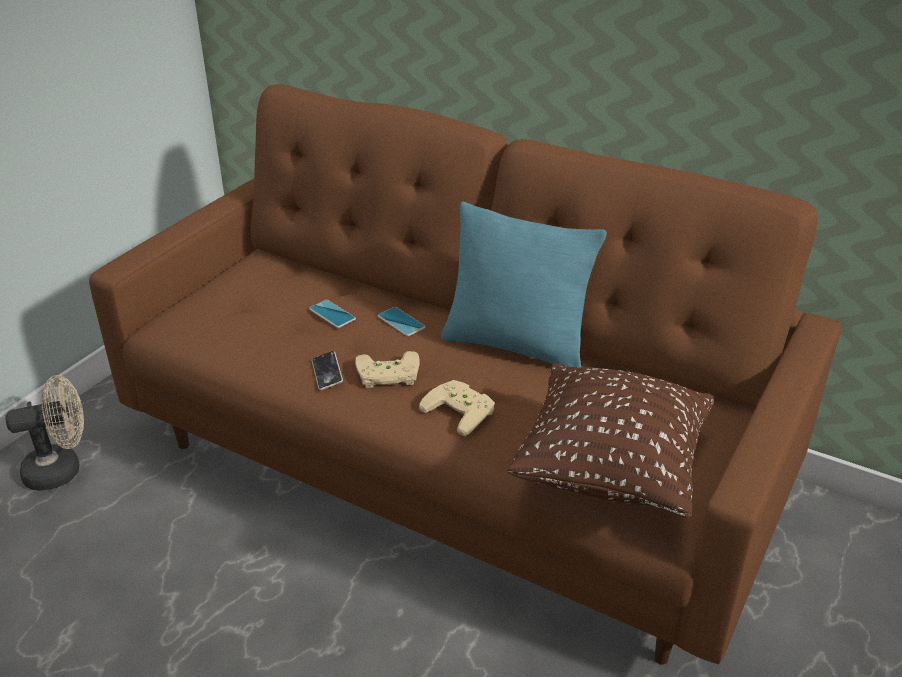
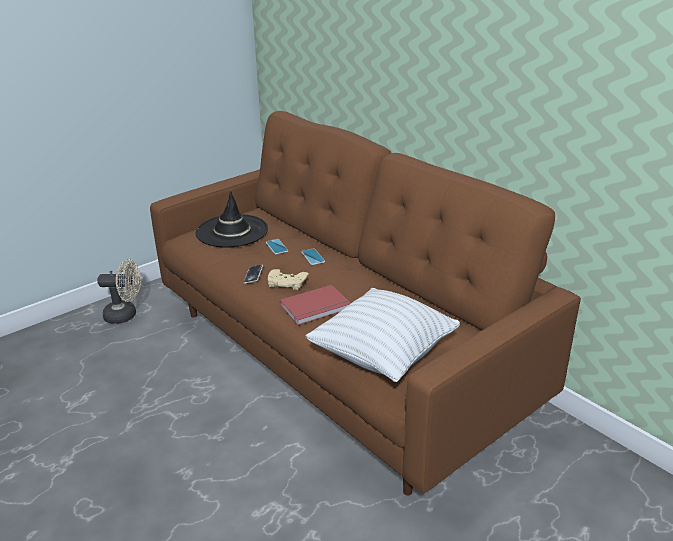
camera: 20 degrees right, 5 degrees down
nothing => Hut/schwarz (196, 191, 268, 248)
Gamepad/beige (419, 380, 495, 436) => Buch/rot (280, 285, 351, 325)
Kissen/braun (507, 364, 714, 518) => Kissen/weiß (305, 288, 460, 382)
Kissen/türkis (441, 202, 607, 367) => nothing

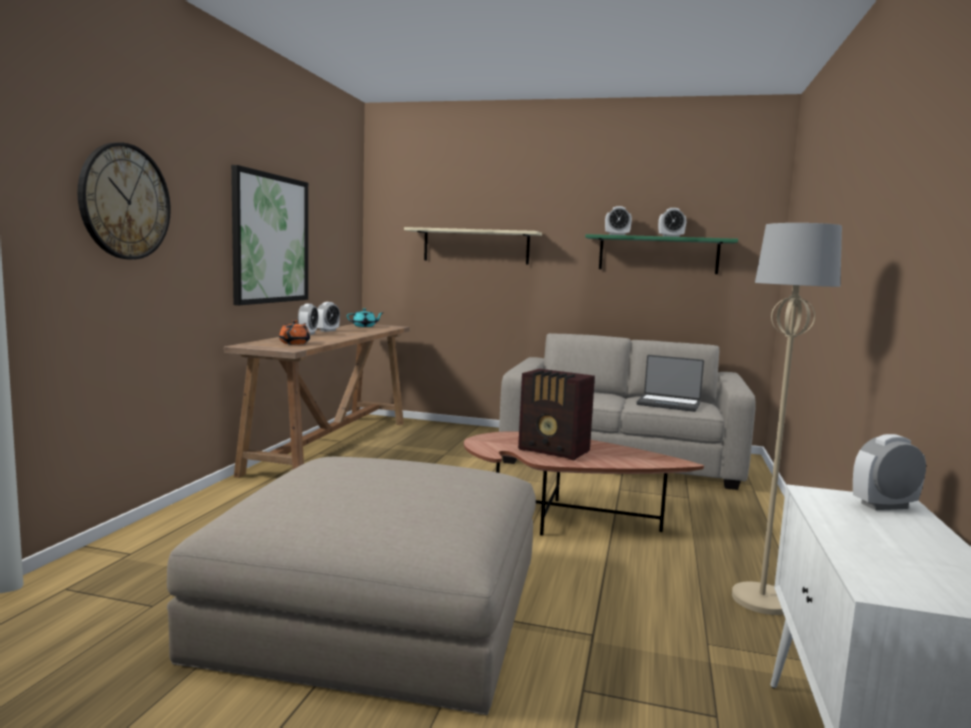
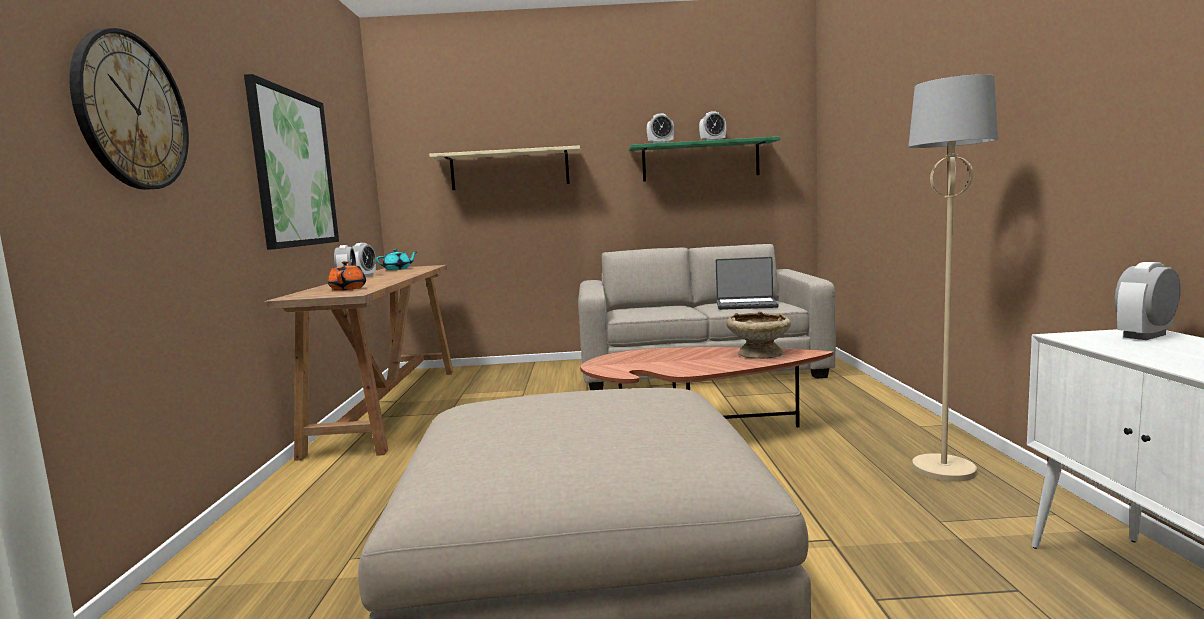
camera: 15 degrees left, 0 degrees up
nothing => Schüssel/beige (726, 311, 791, 359)
Radio (518, 369, 595, 460) => nothing

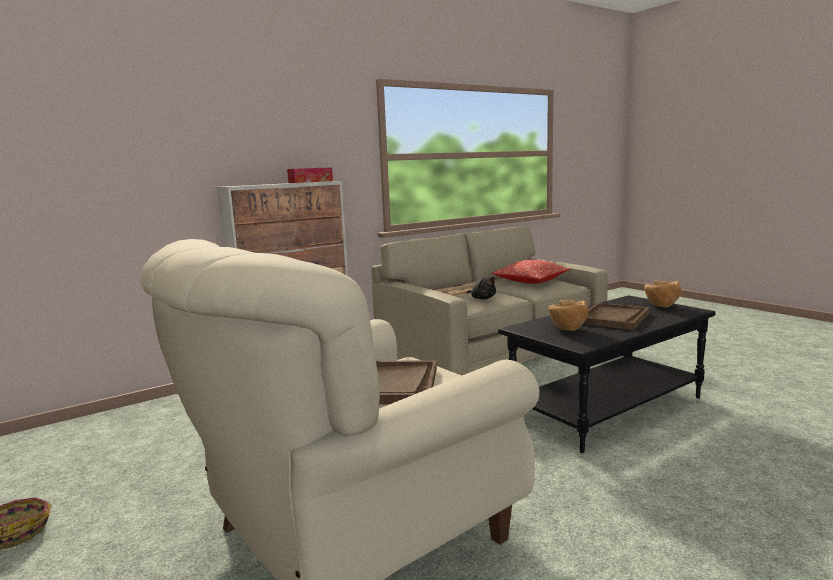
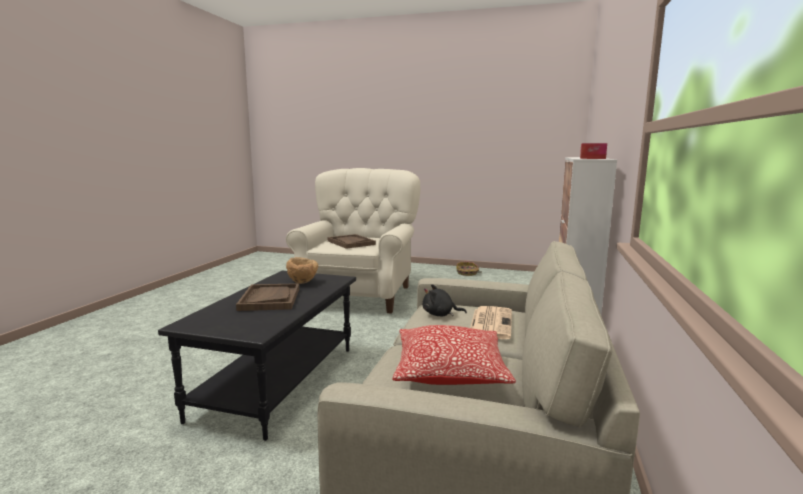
camera: 140 degrees right, 0 degrees up
Schüssel/braun (644, 281, 681, 308) => nothing

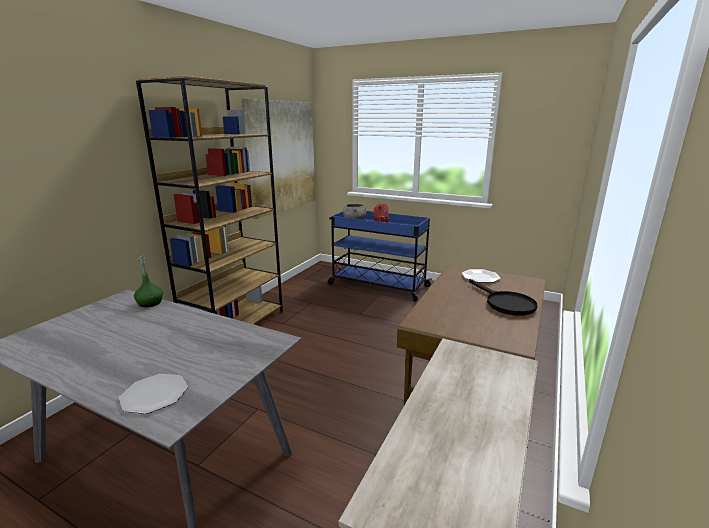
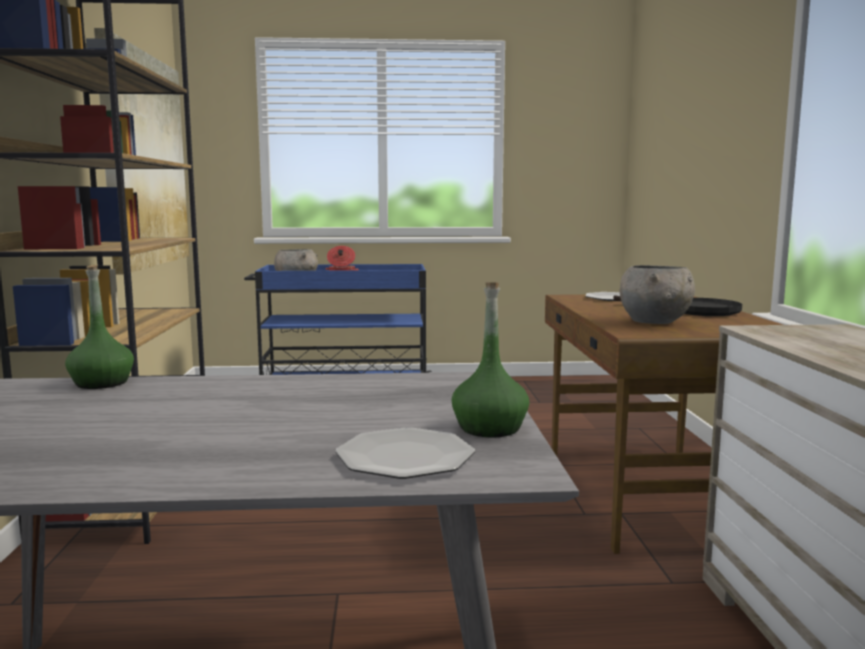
camera: 30 degrees left, 10 degrees down
nothing => Flasche/grün (452, 282, 529, 437)
nothing => Schüssel/grau (619, 265, 695, 324)

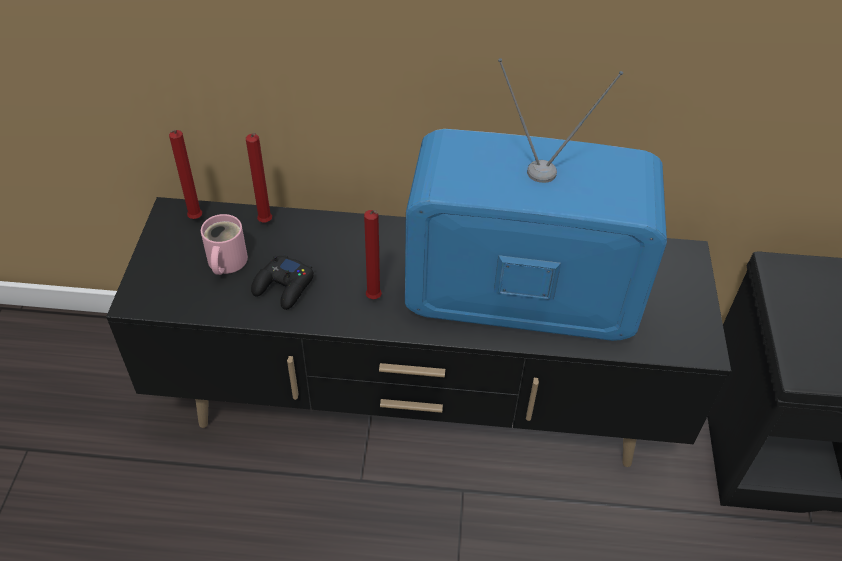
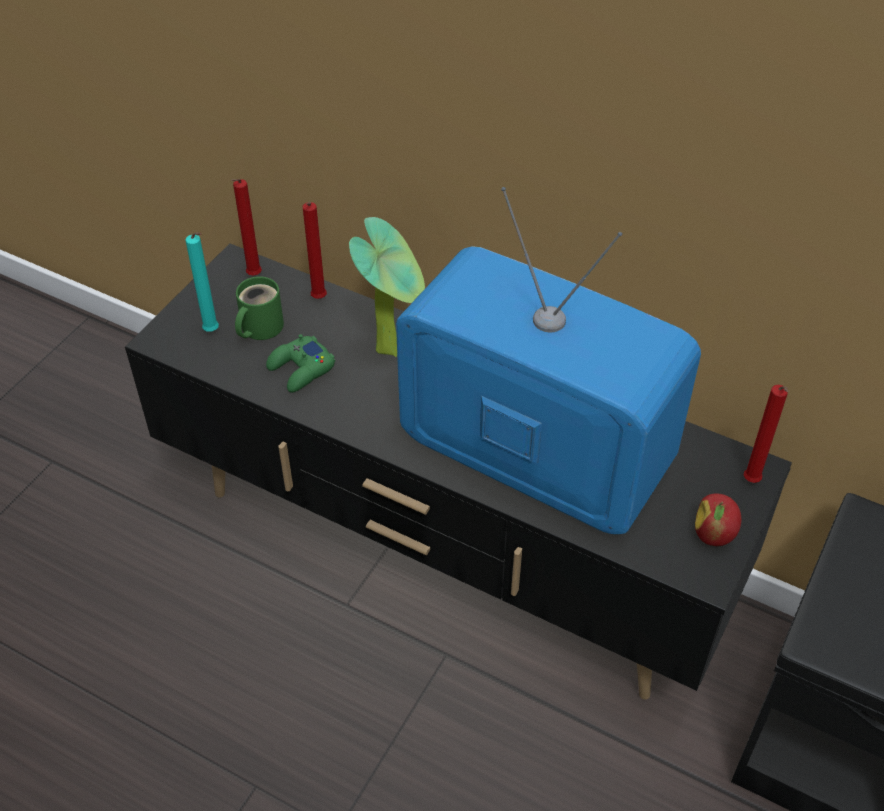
camera: 25 degrees right, 0 degrees up
nothing => Kerze/türkis (185, 232, 219, 332)
Henkelbecher/rosa (201, 214, 248, 275) => Henkelbecher/grün (235, 276, 284, 340)
Gamepad/schwarz (251, 254, 314, 310) => Gamepad/grün (266, 334, 335, 393)
nothing => Topfpflanze (349, 217, 425, 357)
nothing => Apfel (695, 493, 741, 546)
Kerze/rot (364, 210, 382, 299) => Kerze/rot (744, 385, 788, 483), shifted

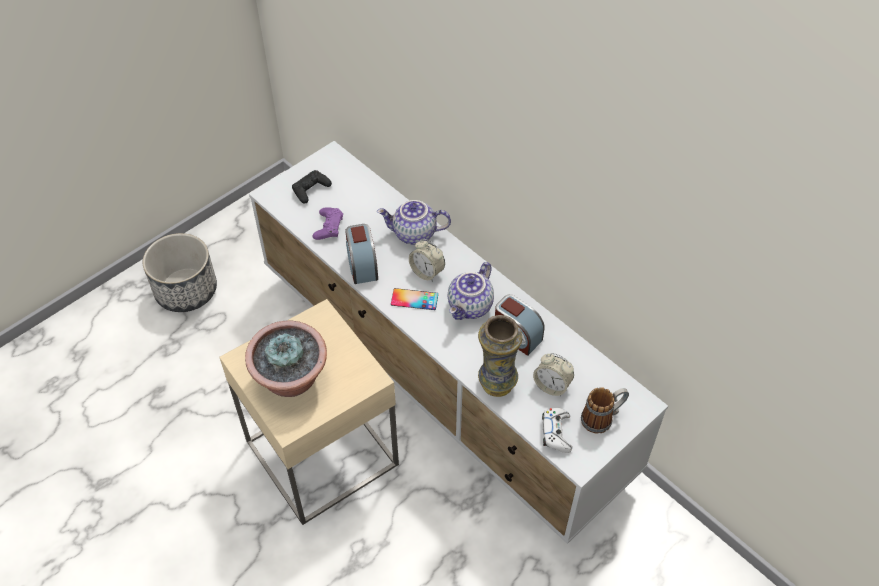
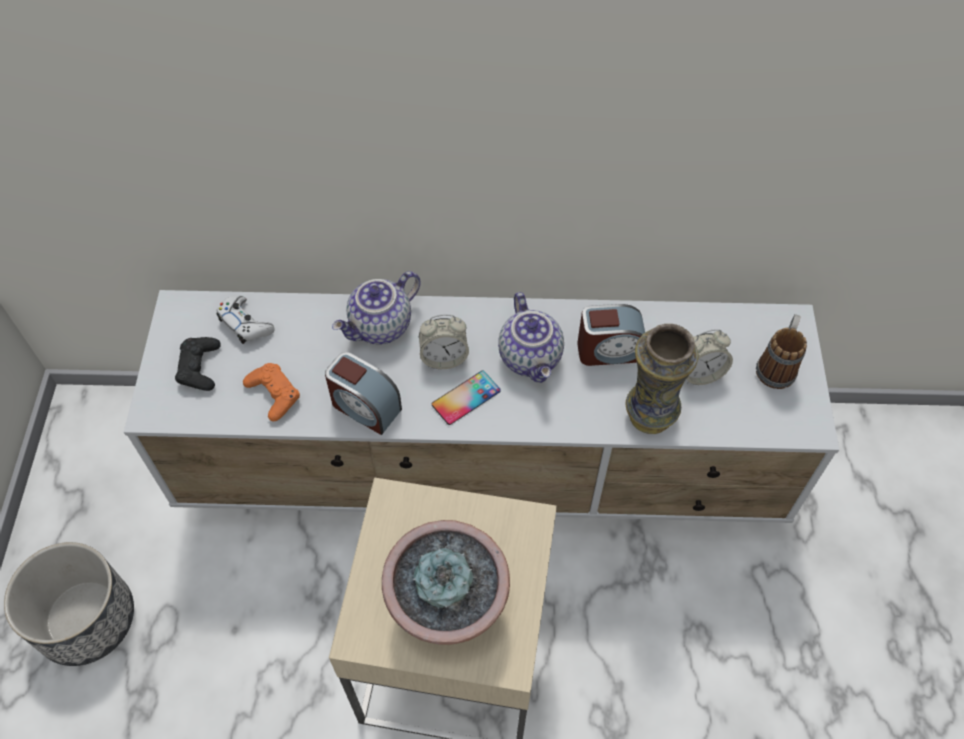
camera: 45 degrees left, 5 degrees up
Gamepad/weiß (542, 408, 572, 453) => Gamepad/weiß (216, 295, 275, 344), shifted
Gamepad/lila (312, 207, 343, 240) => Gamepad/orange (243, 363, 300, 421)

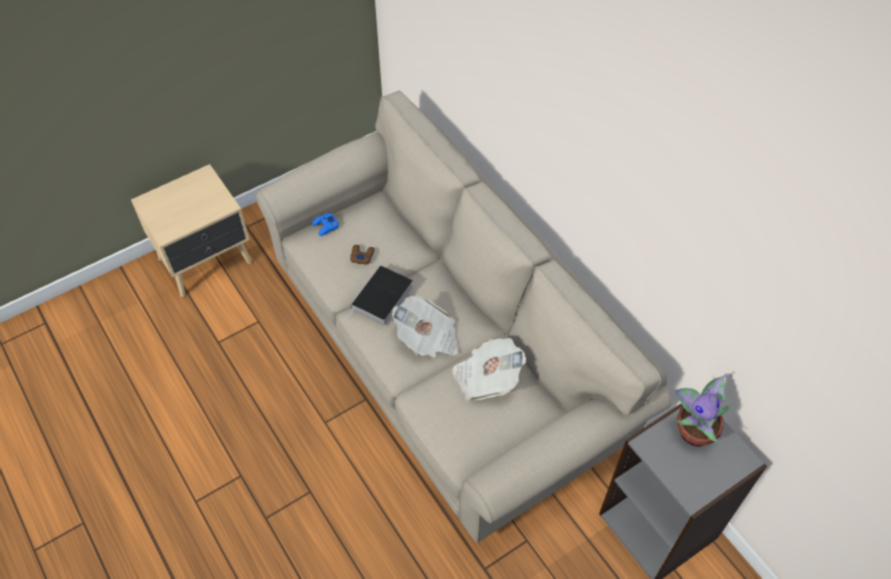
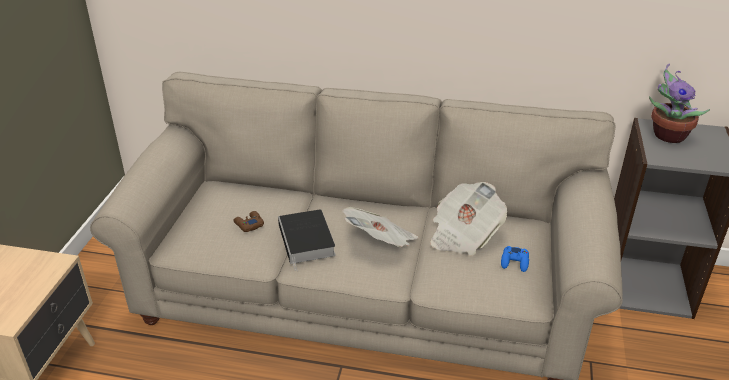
camera: 45 degrees left, 20 degrees down
Gamepad/blau (312, 213, 339, 236) => Gamepad/blau (501, 246, 529, 272), shifted

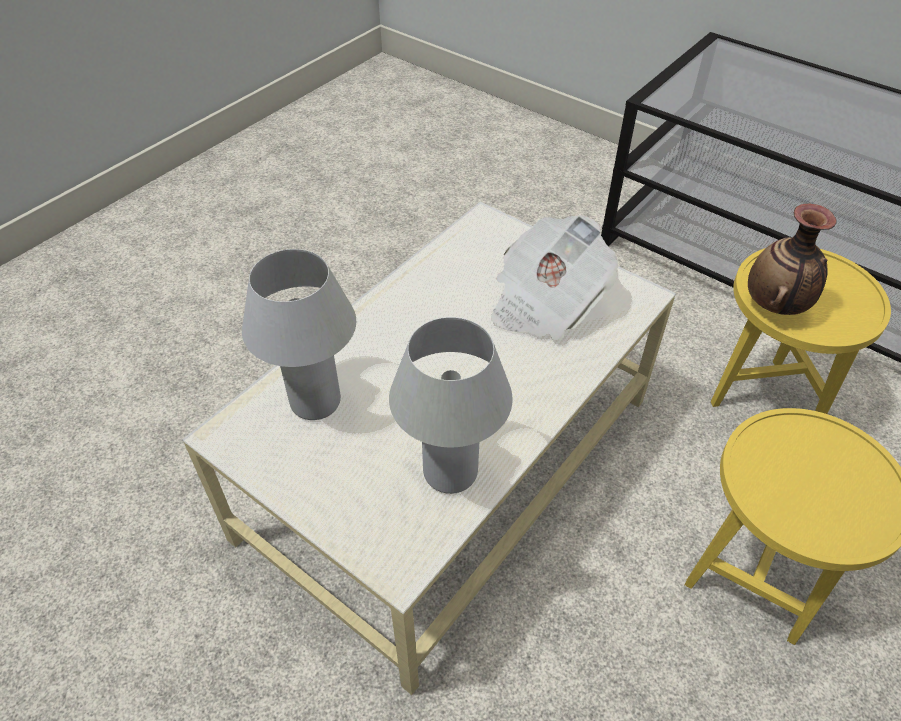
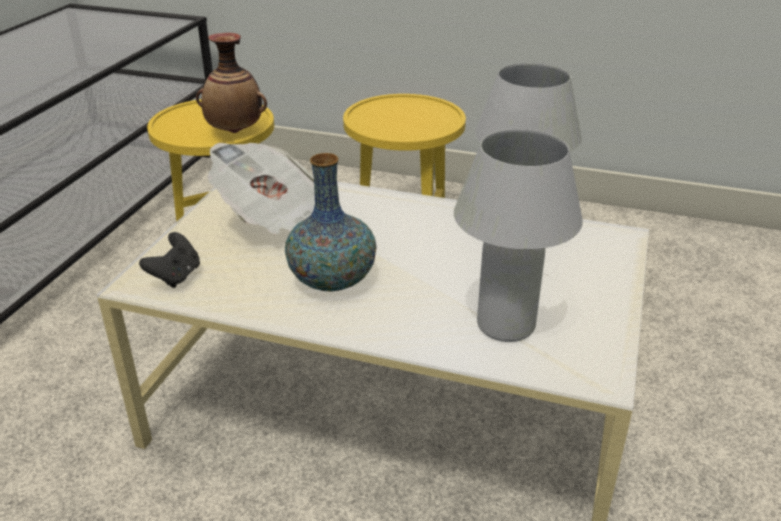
camera: 110 degrees left, 15 degrees down
nothing => Gamepad/schwarz (139, 232, 200, 288)
nothing => Vase (285, 153, 377, 291)

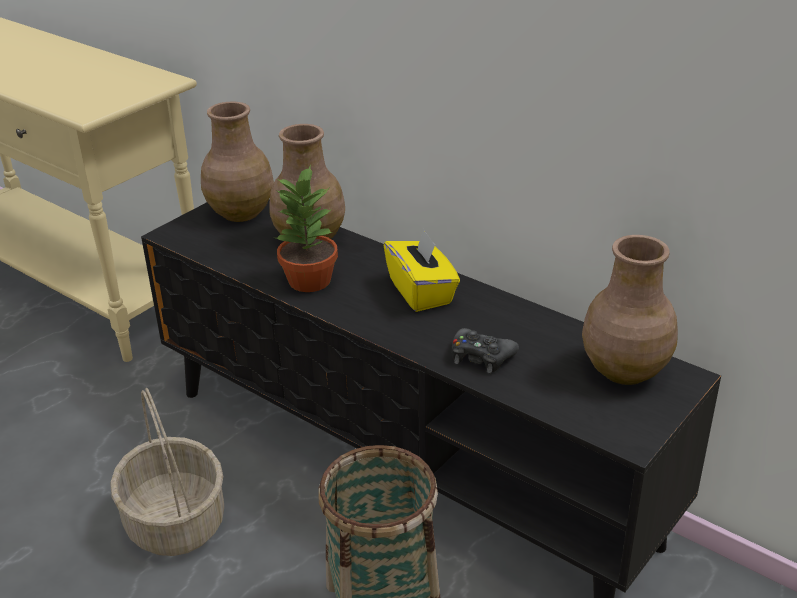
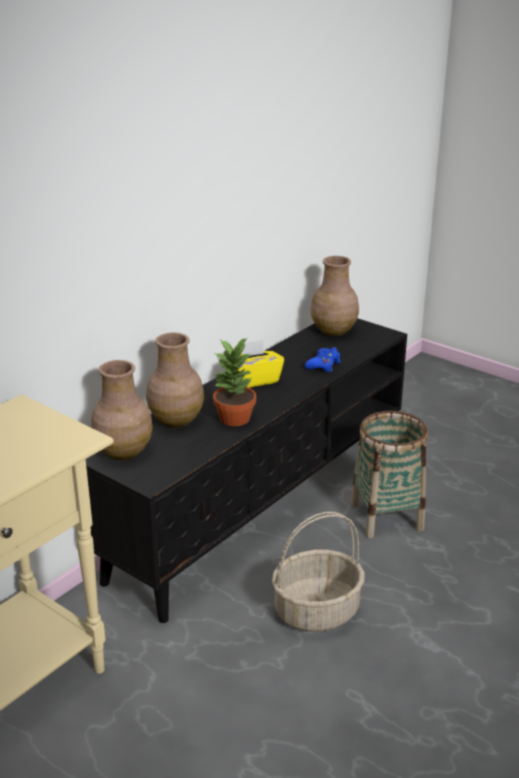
camera: 90 degrees left, 5 degrees down
Gamepad/schwarz (452, 328, 519, 373) => Gamepad/blau (305, 347, 340, 372)

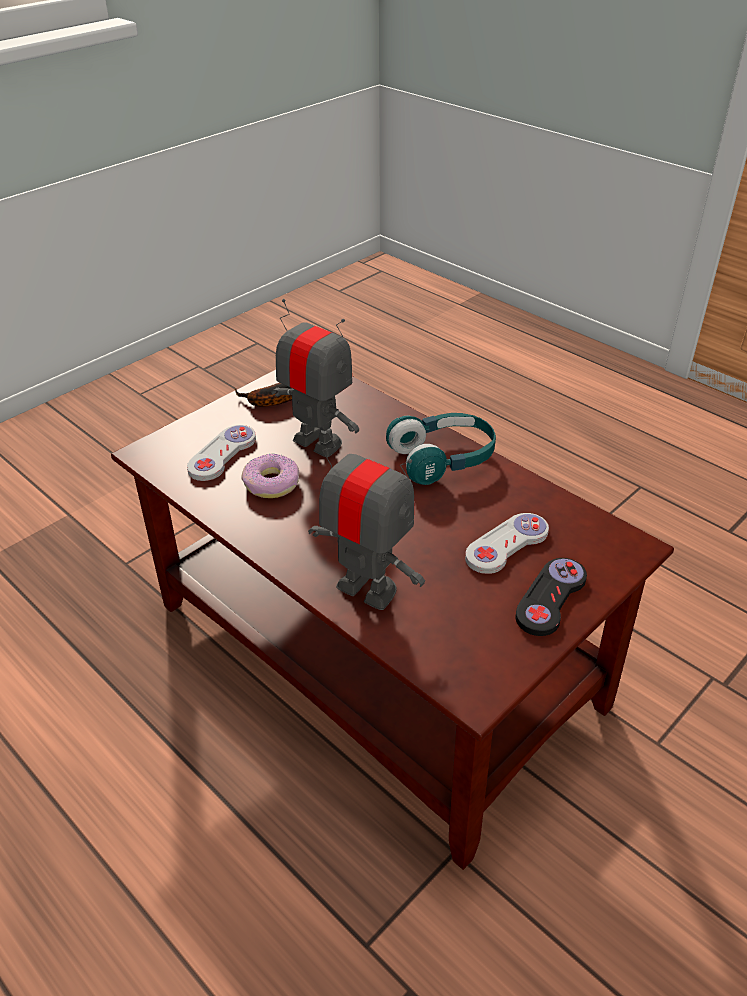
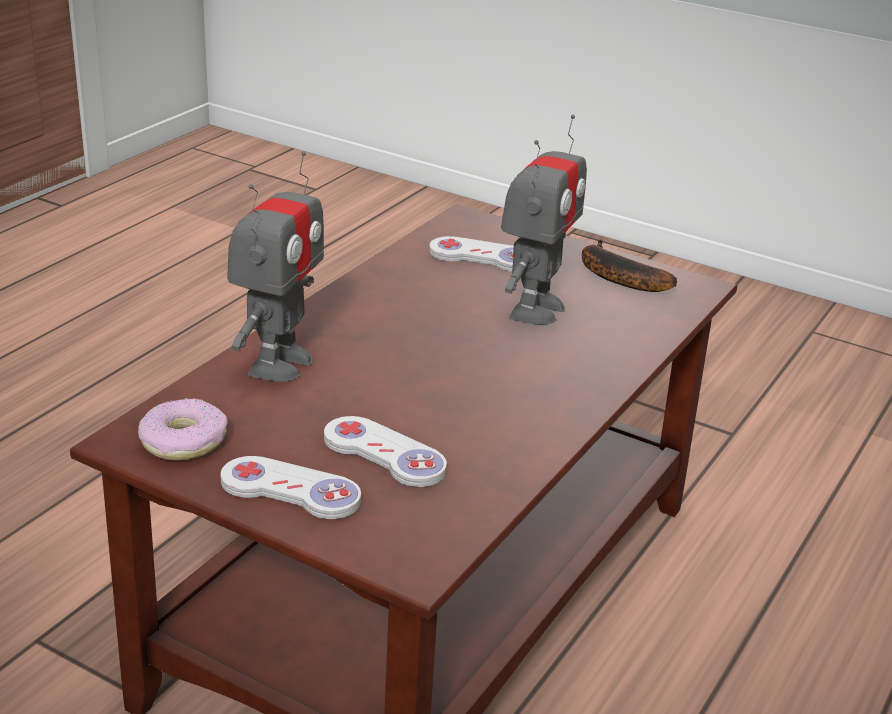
camera: 75 degrees right, 10 degrees down
Donut (241, 453, 299, 498) => Donut (138, 398, 228, 460), shifted
Gamepad/schwarz (515, 558, 587, 636) => Gamepad/weiß (220, 456, 361, 519)
Kopfhörer/türkis (386, 413, 496, 485) => nothing

